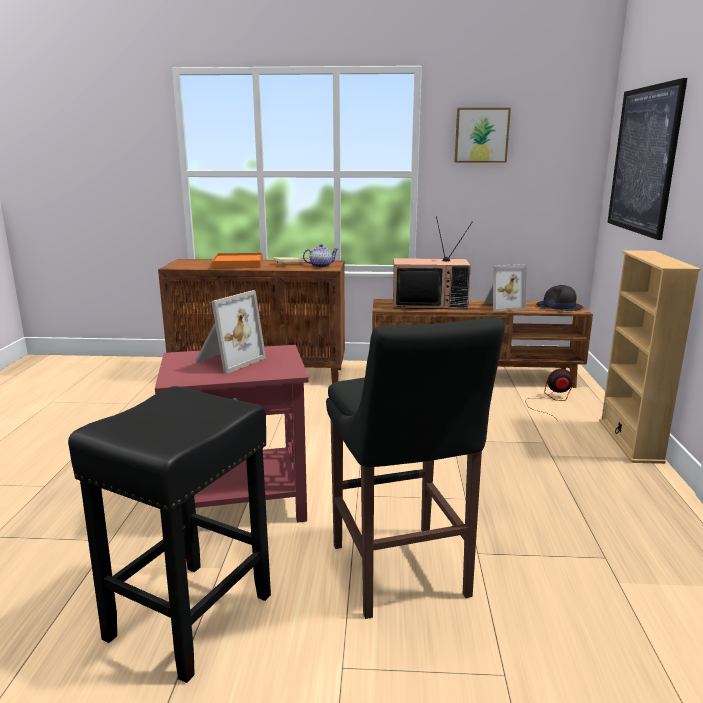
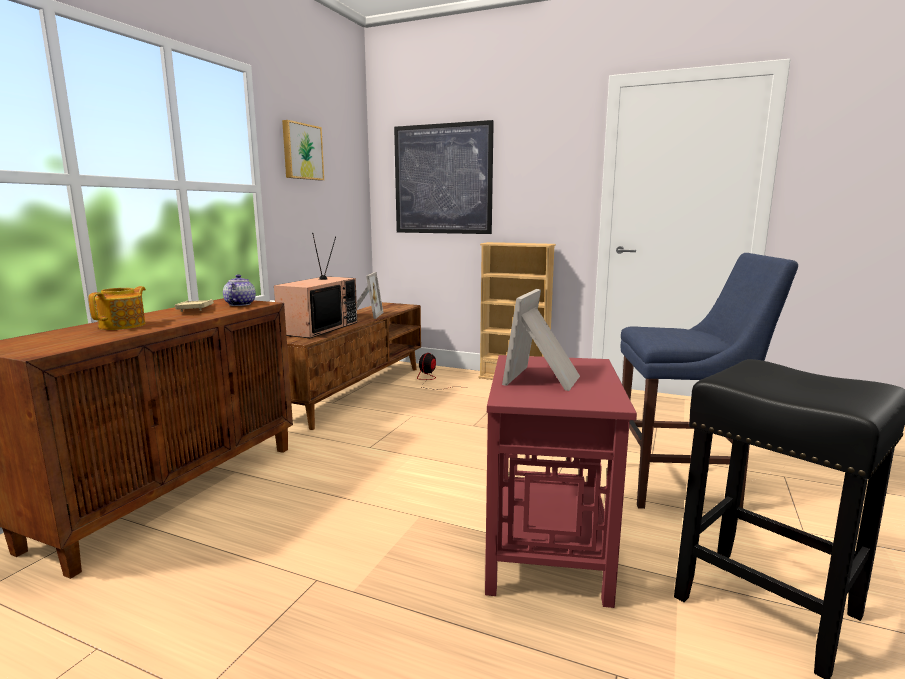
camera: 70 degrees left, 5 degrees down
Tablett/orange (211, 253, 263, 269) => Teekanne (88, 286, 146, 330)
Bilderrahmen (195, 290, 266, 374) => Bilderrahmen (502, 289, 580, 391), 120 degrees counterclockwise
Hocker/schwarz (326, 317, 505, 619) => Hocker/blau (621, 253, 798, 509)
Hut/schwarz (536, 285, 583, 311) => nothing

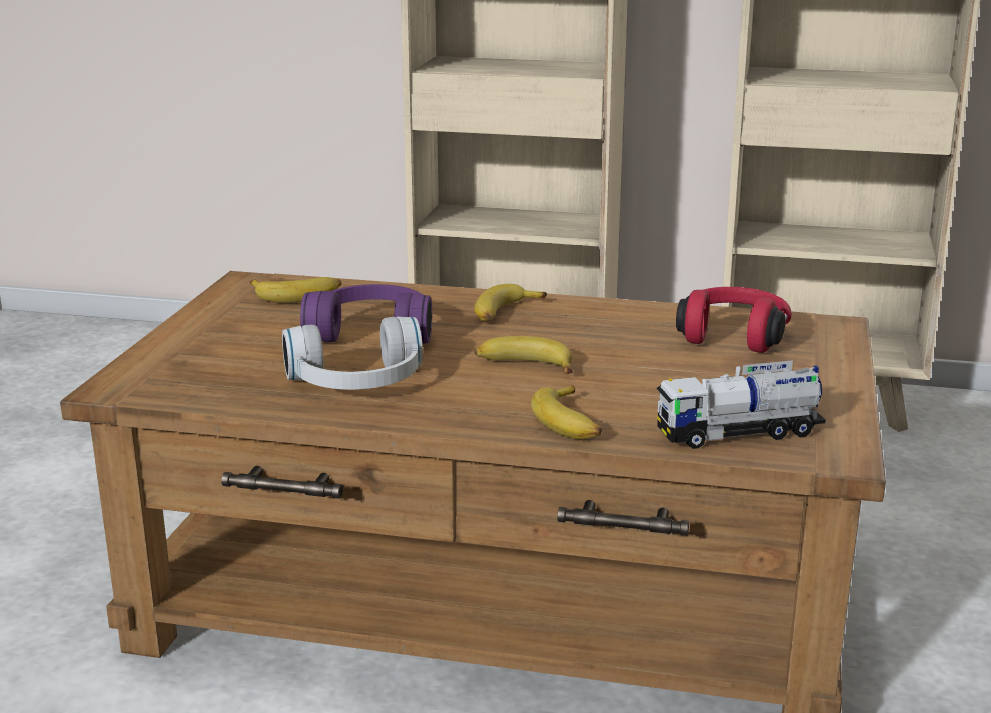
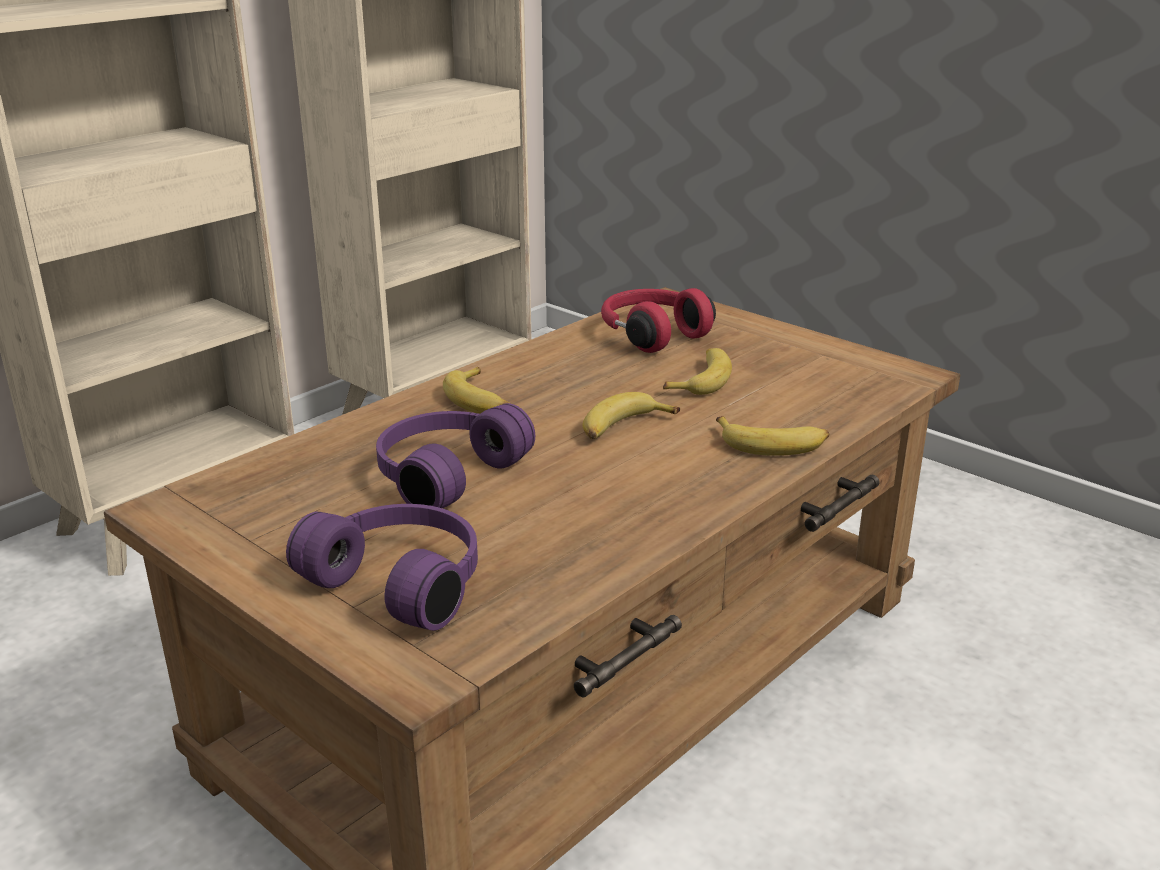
camera: 60 degrees left, 5 degrees up
nothing => Kopfhörer/lila (286, 504, 478, 631)
Banane (250, 277, 341, 303) => Banane (663, 348, 732, 395), shifted
Kopfhörer/weiß (282, 317, 423, 390) => nothing
Spielzeuglaster (656, 360, 826, 449) => nothing

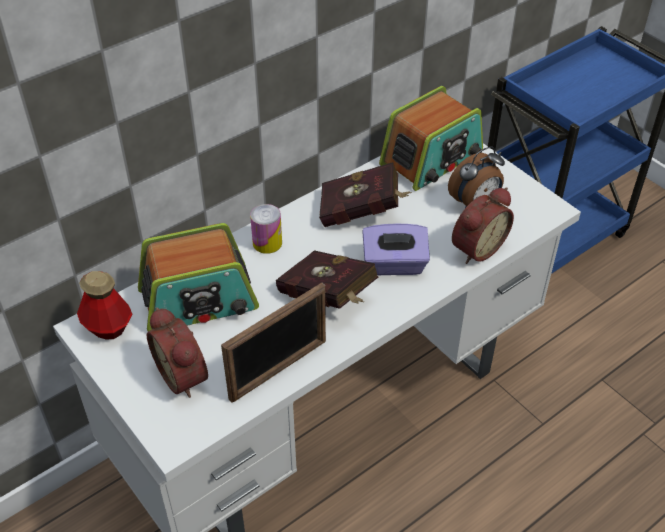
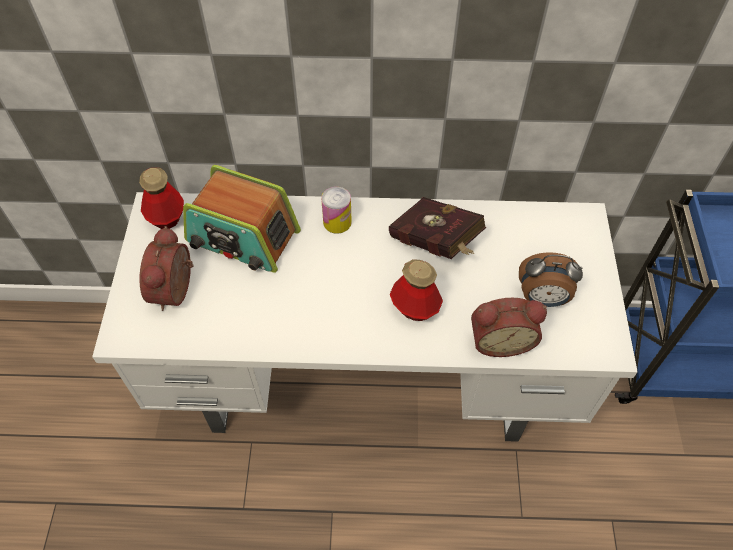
camera: 40 degrees right, 10 degrees up
Taschentuchbox/lila (362, 223, 430, 275) => Flasche (390, 259, 443, 321)
Bilderrahmen (221, 283, 326, 403) => nothing
Buch/rot (276, 250, 378, 309) => nothing
Radio (379, 86, 483, 191) => nothing

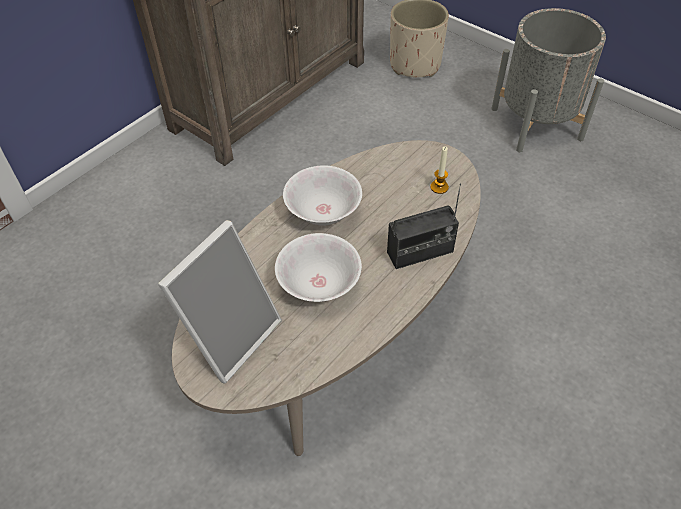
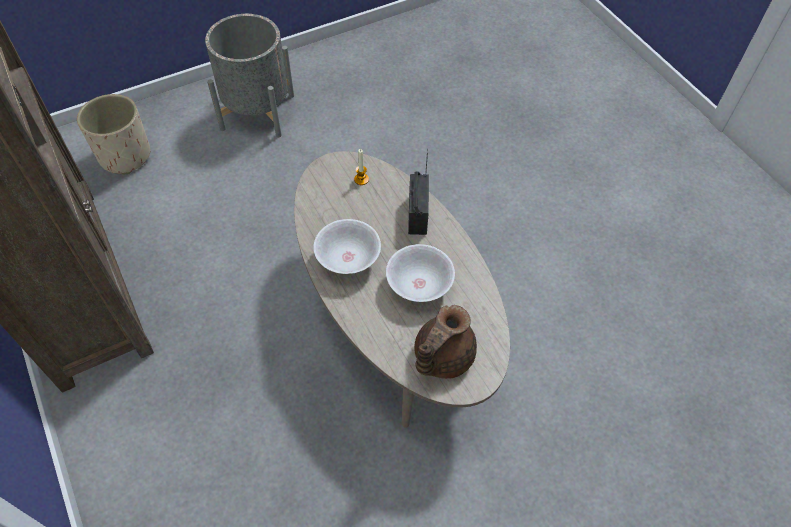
camera: 70 degrees left, 5 degrees up
Bilderrahmen (158, 220, 282, 384) => Teekanne/braun (414, 305, 477, 379)

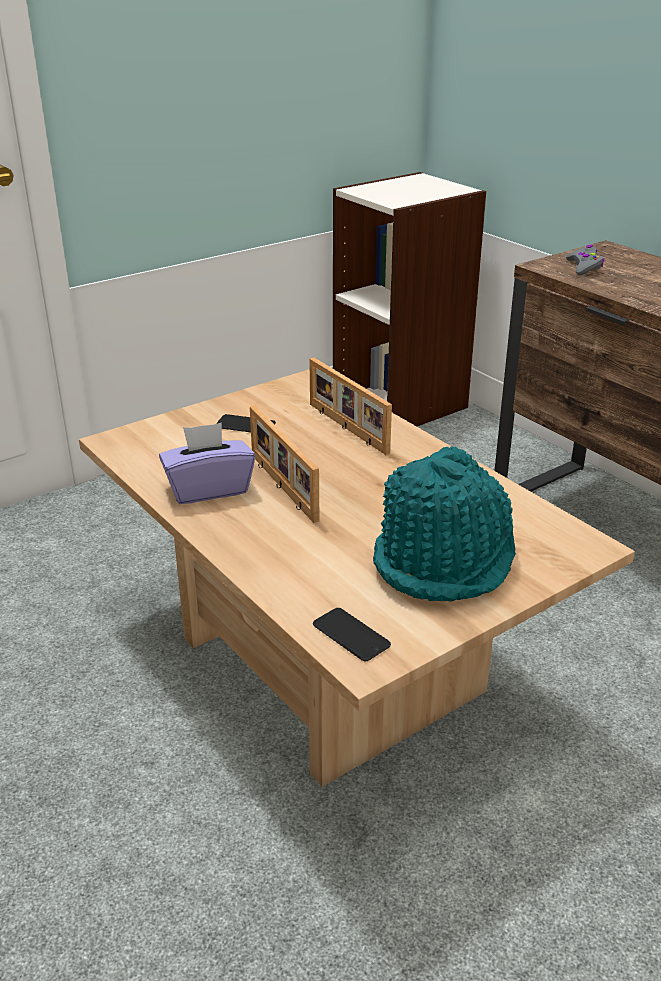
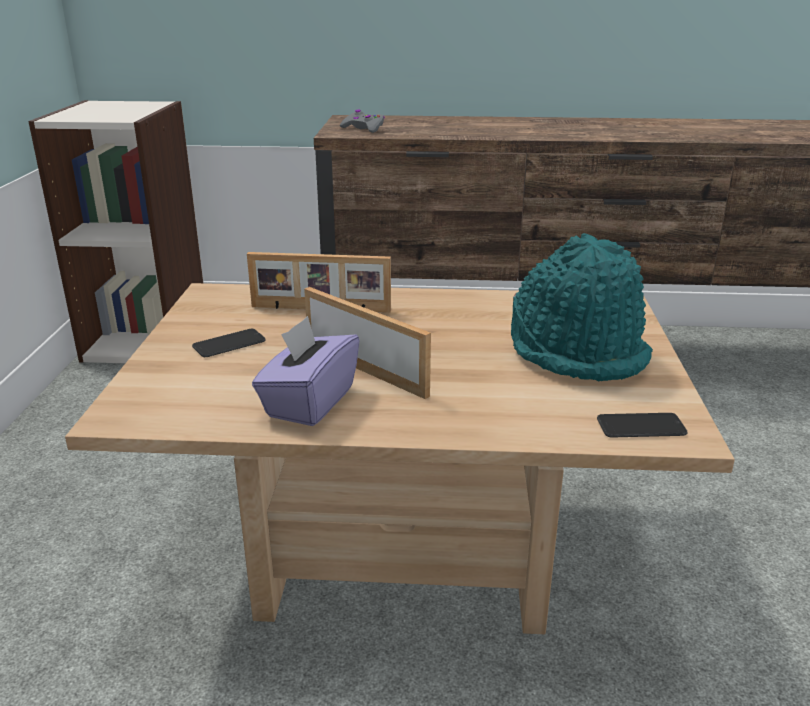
camera: 50 degrees left, 5 degrees down
Bilderrahmen (250, 406, 319, 523) => Bilderrahmen (304, 287, 431, 399), 150 degrees counterclockwise

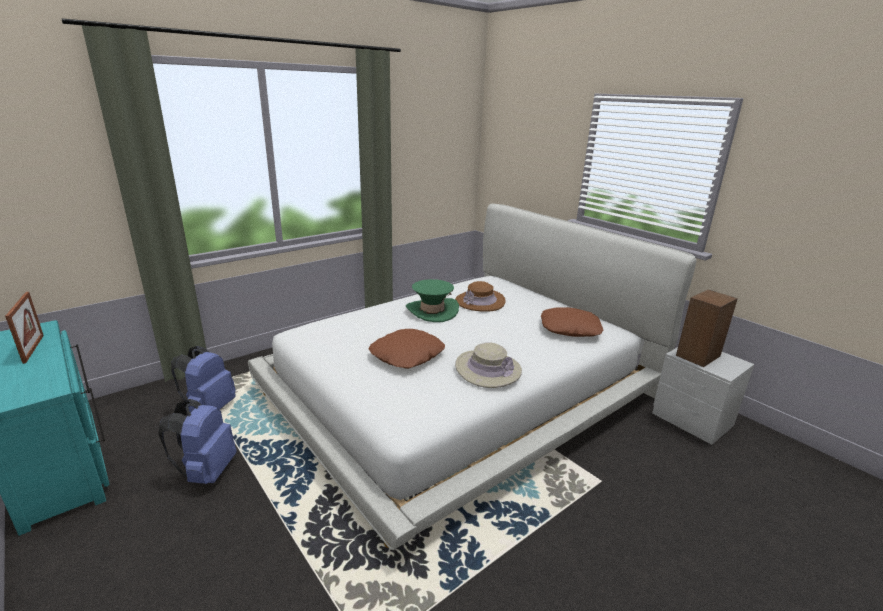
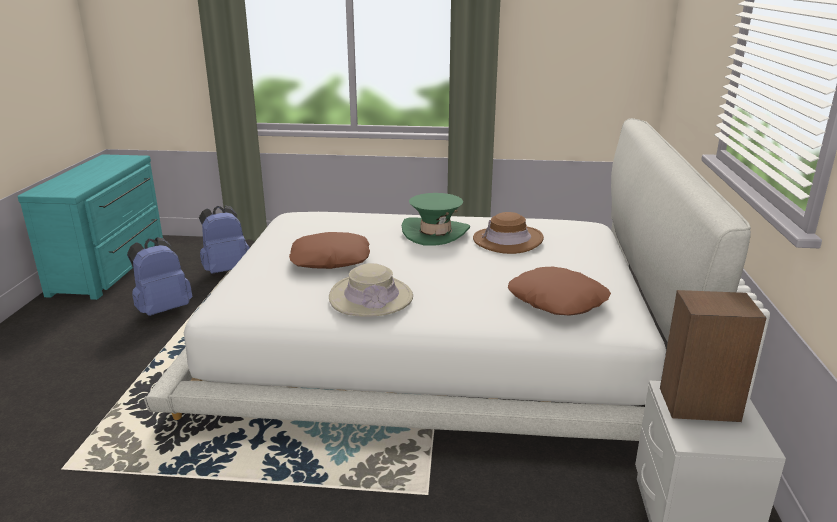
camera: 45 degrees right, 0 degrees up
Bilderrahmen (5, 292, 44, 364) => nothing

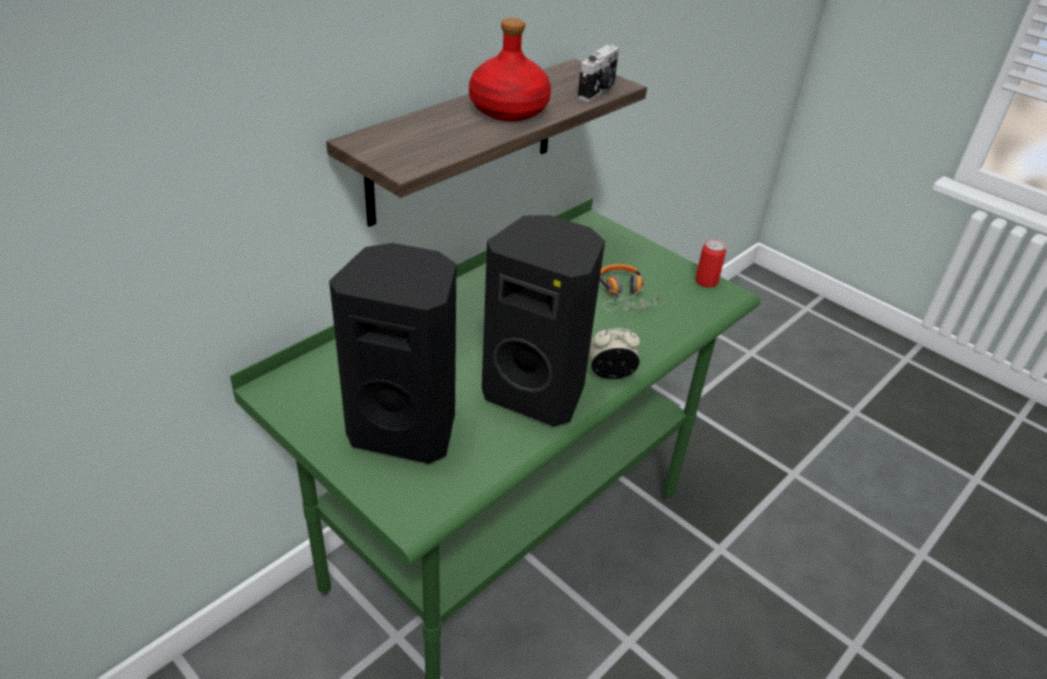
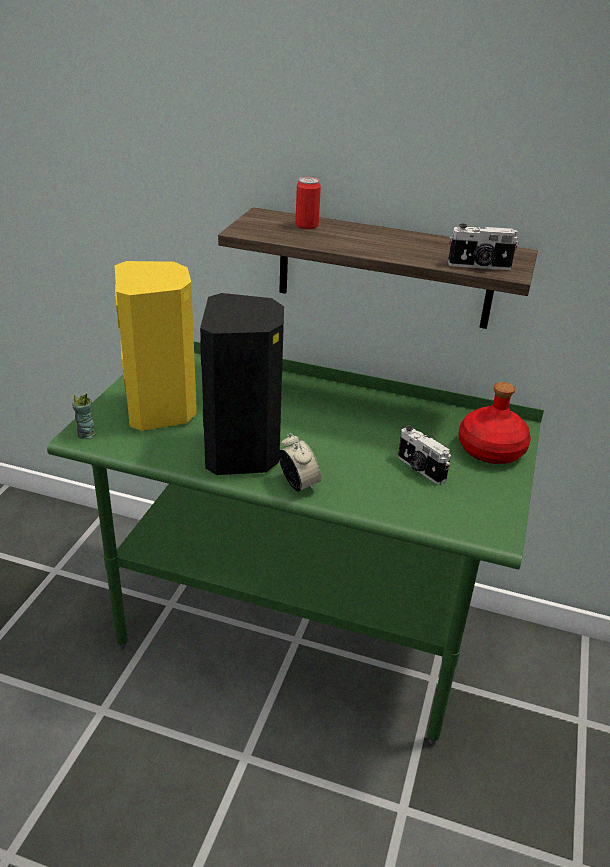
camera: 65 degrees right, 5 degrees down
nothing => Tasse (72, 393, 96, 439)
Lautsprecher/schwarz (329, 243, 456, 464) => Lautsprecher/gelb (115, 261, 197, 431)
Dose (695, 239, 726, 287) => Dose (295, 177, 321, 229), shifted
Kopfhörer (600, 264, 663, 311) => Kamera (398, 426, 451, 485)
Flasche/rot (469, 18, 551, 121) => Flasche/rot (459, 382, 531, 464), shifted

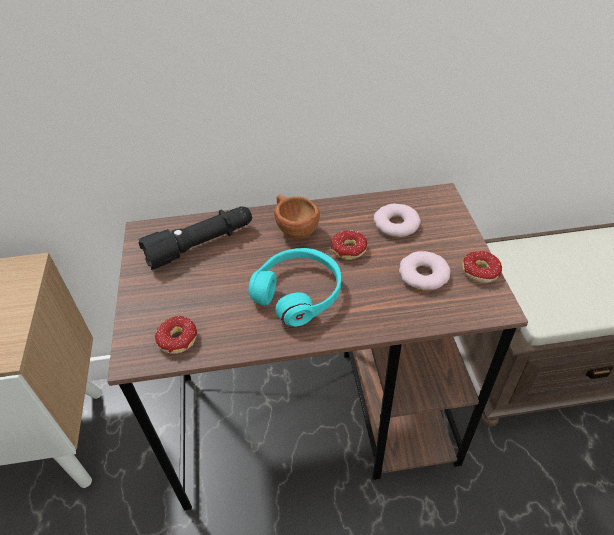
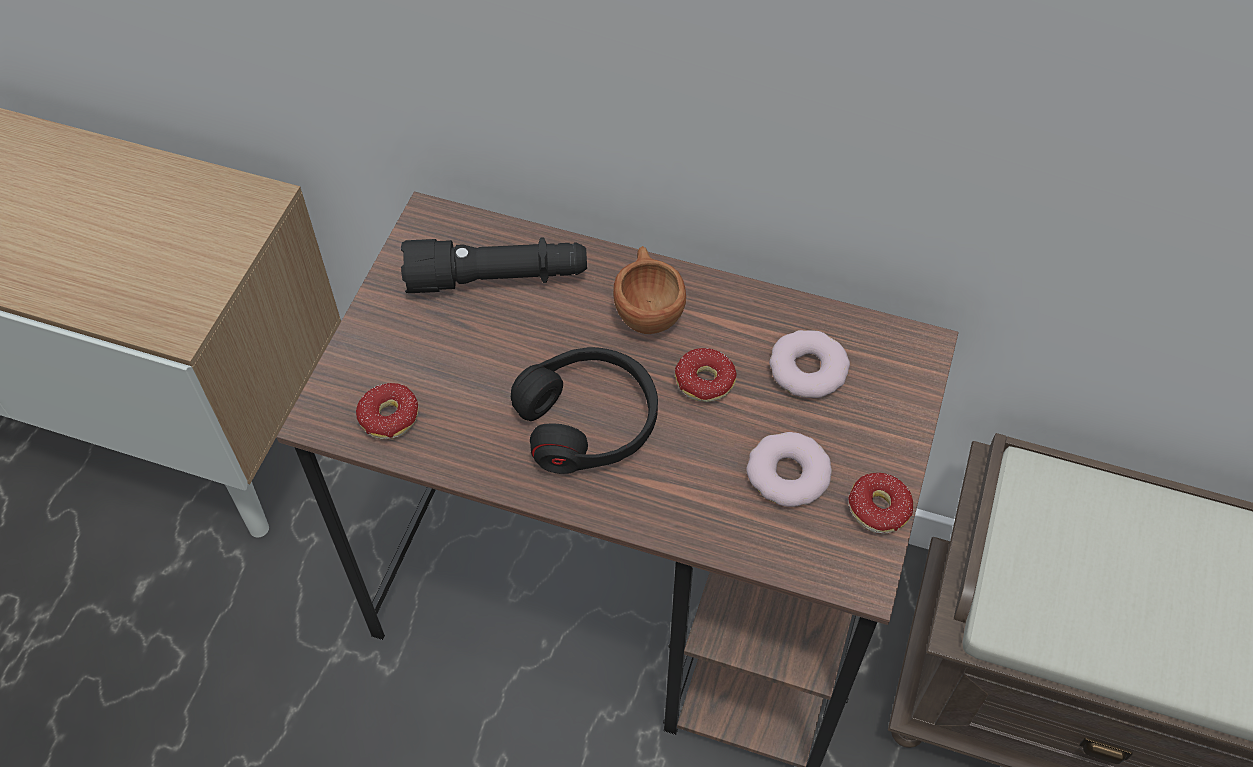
camera: 25 degrees right, 10 degrees up
Kopfhörer/türkis (248, 248, 341, 327) => Kopfhörer/schwarz (511, 347, 658, 474)

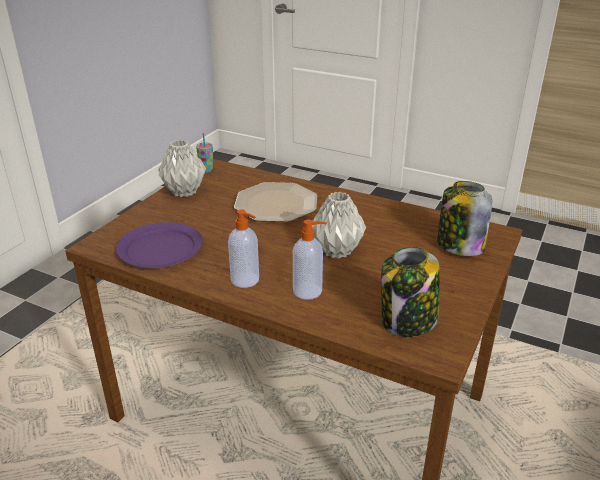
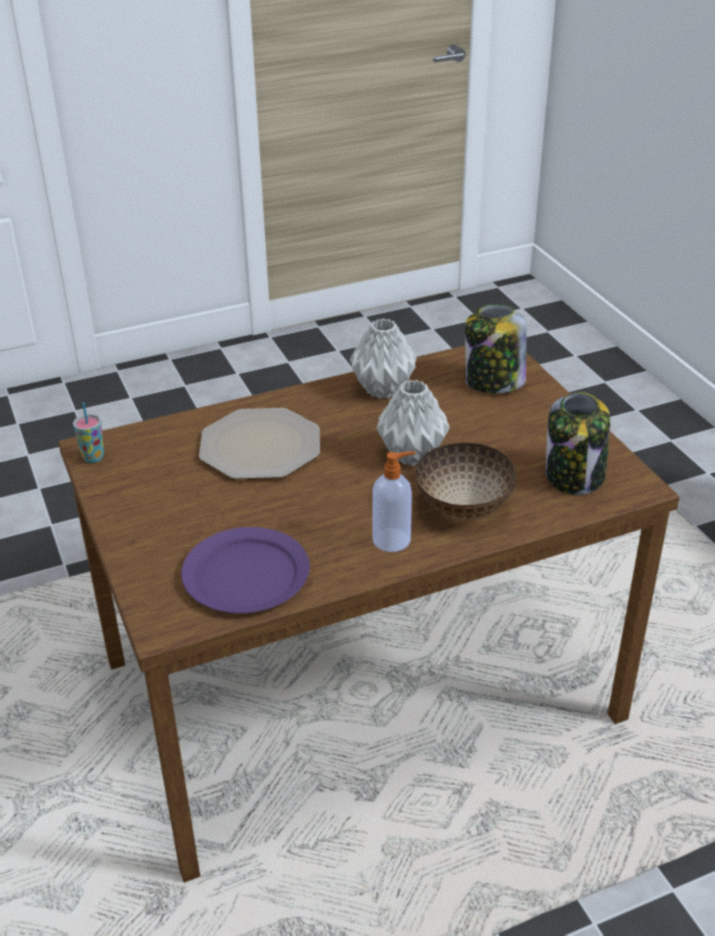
camera: 50 degrees left, 5 degrees up
Vase/grau (158, 140, 206, 197) => Vase/grau (350, 319, 417, 399), shifted
Seifenspender (293, 220, 327, 300) => Schüssel (415, 443, 516, 520)

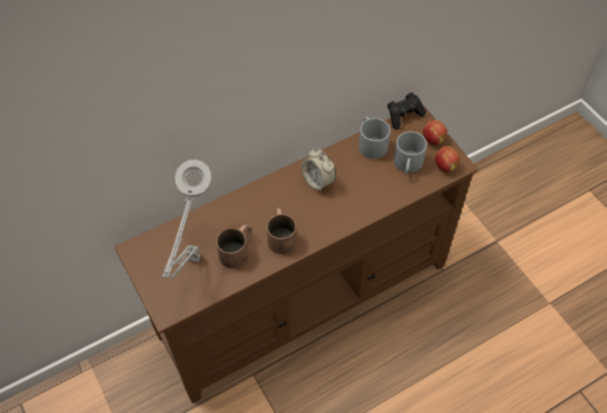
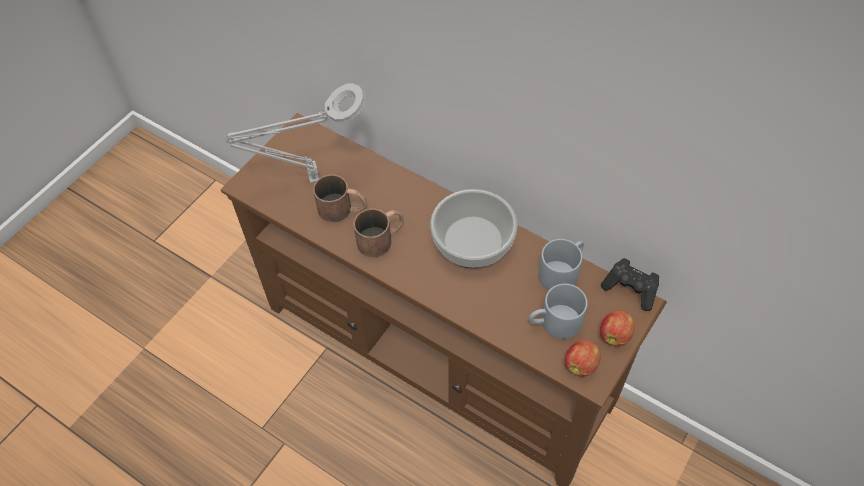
camera: 65 degrees right, 0 degrees up
Wecker (301, 149, 336, 192) => Schüssel (430, 189, 518, 268)

